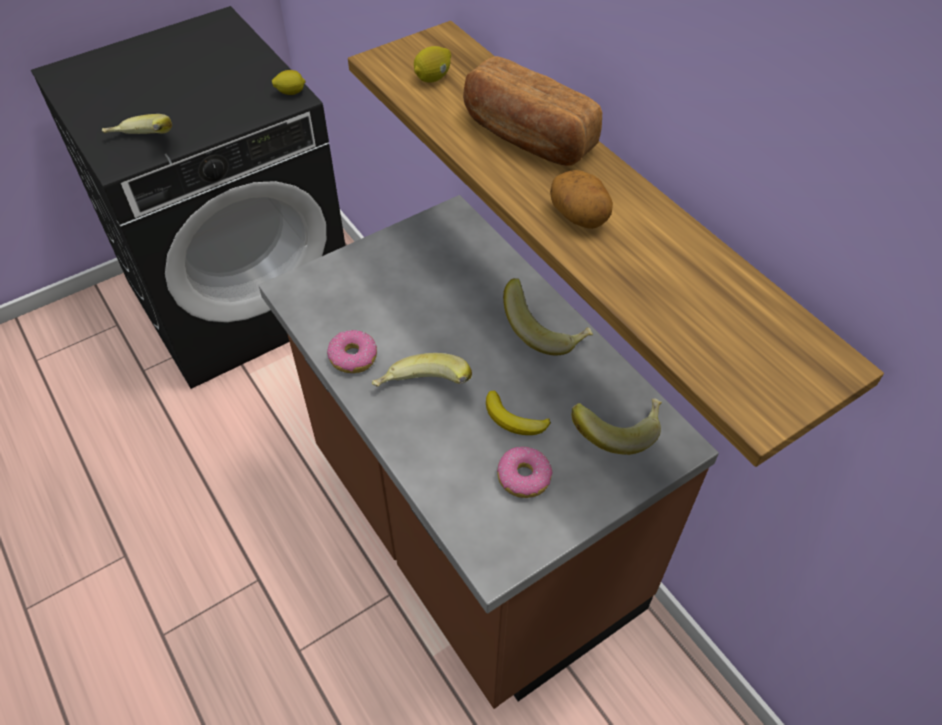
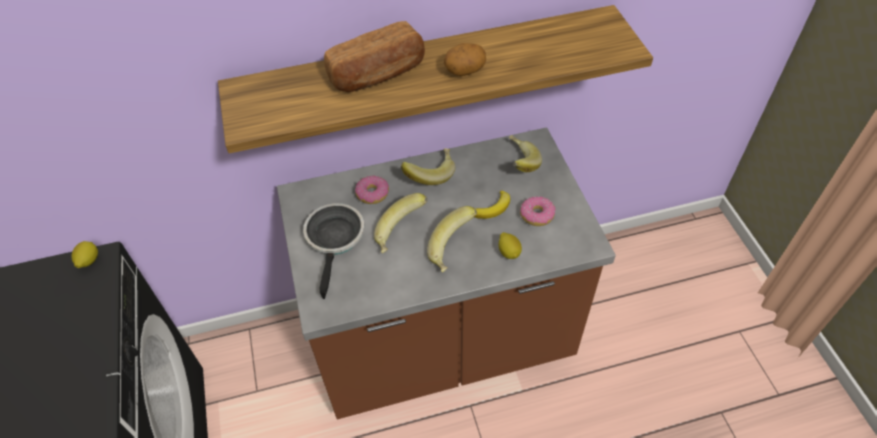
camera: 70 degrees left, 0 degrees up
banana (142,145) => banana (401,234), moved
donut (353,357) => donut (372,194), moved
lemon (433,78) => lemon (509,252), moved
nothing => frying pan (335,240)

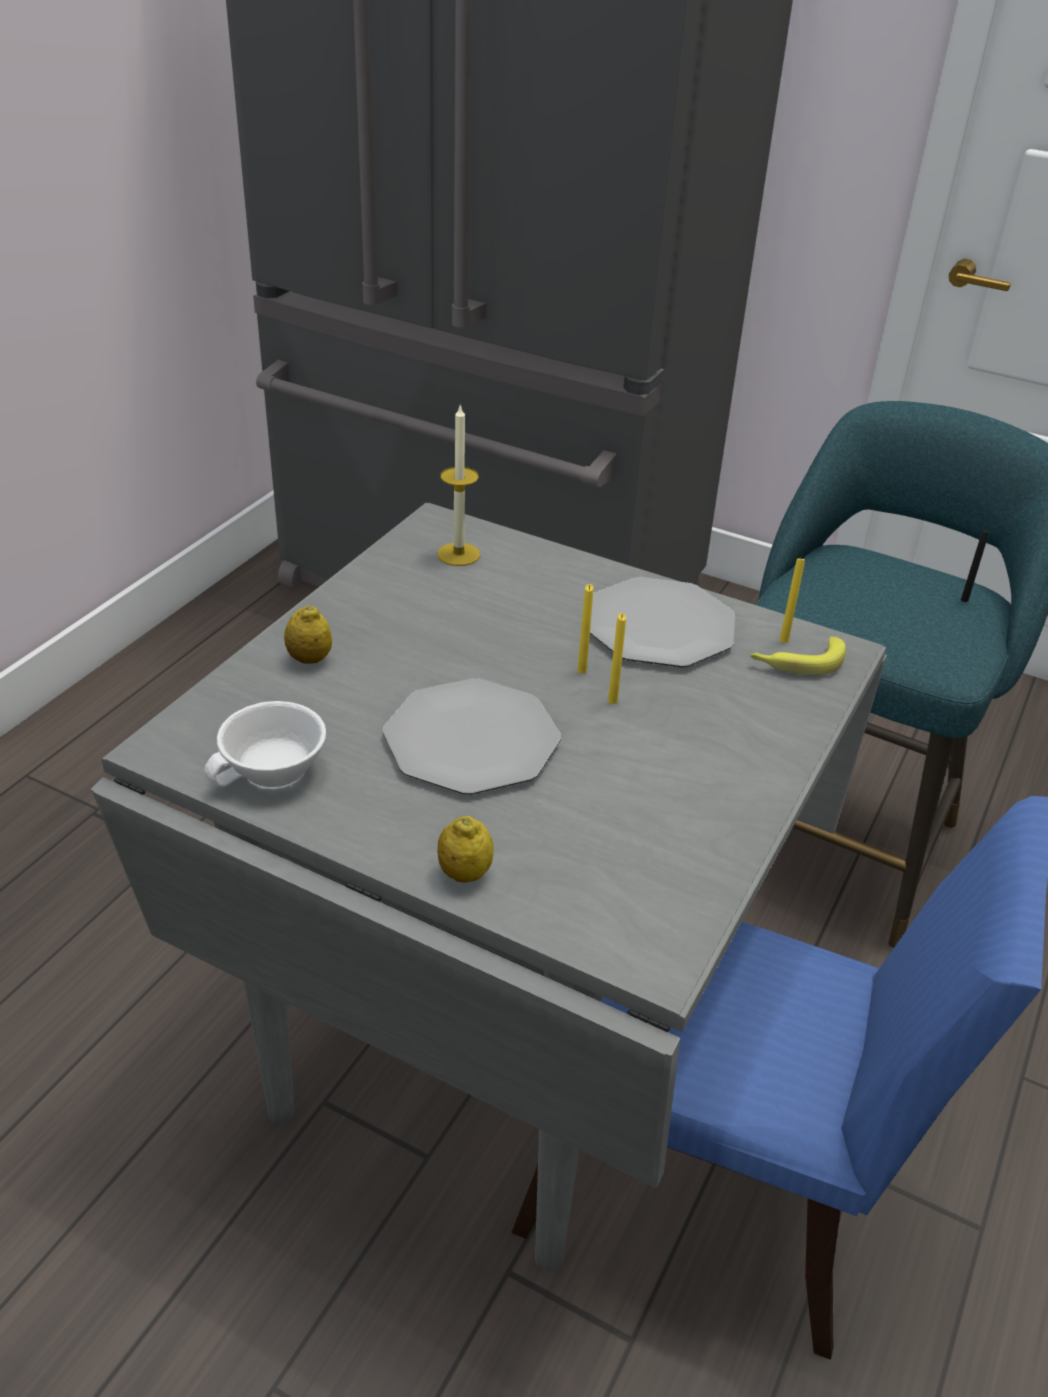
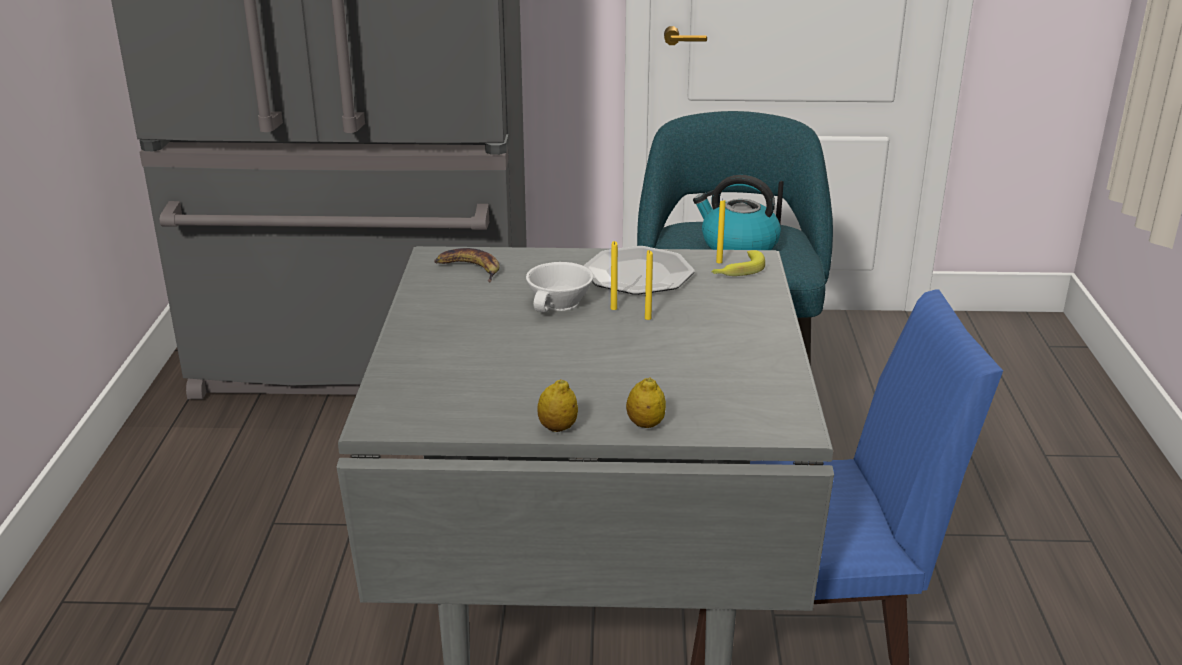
camera: 25 degrees left, 10 degrees down
cup (white) (274,773) => cup (white) (561,303), moved
lemon (309,659) => lemon (557,428), moved
plate (471,739) => nothing
candle (458,554) => banana (469,269)
nothing => kettle (738,246)

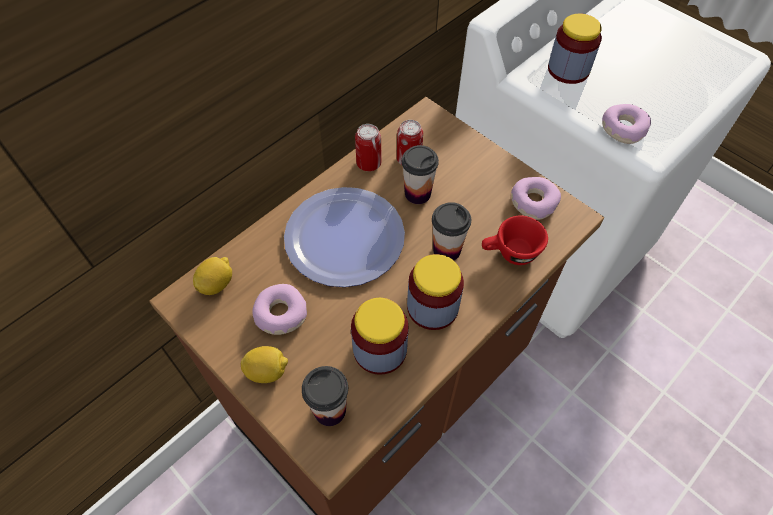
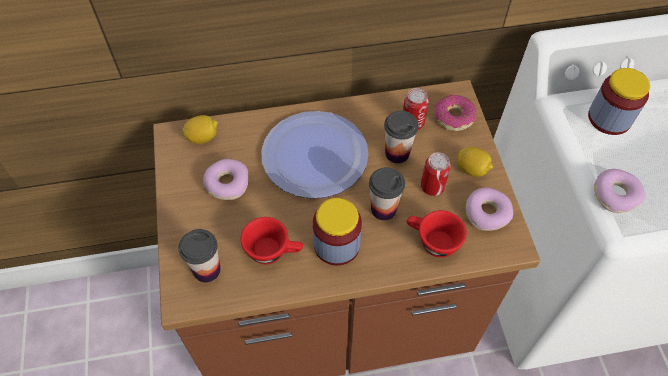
camera: 35 degrees right, 0 degrees up
lemon (267,371) => lemon (472,169), moved
jar (380,349) => cup (red) (274,251)
can (369,163) => can (432,186), moved
nothing => donut (453,117)

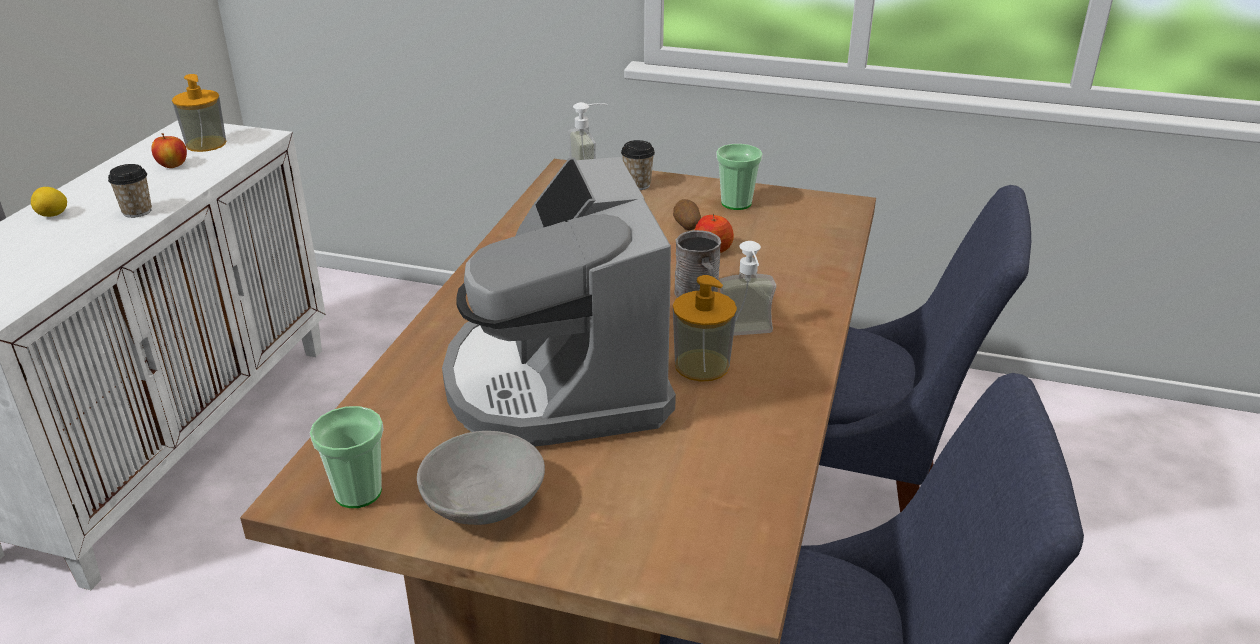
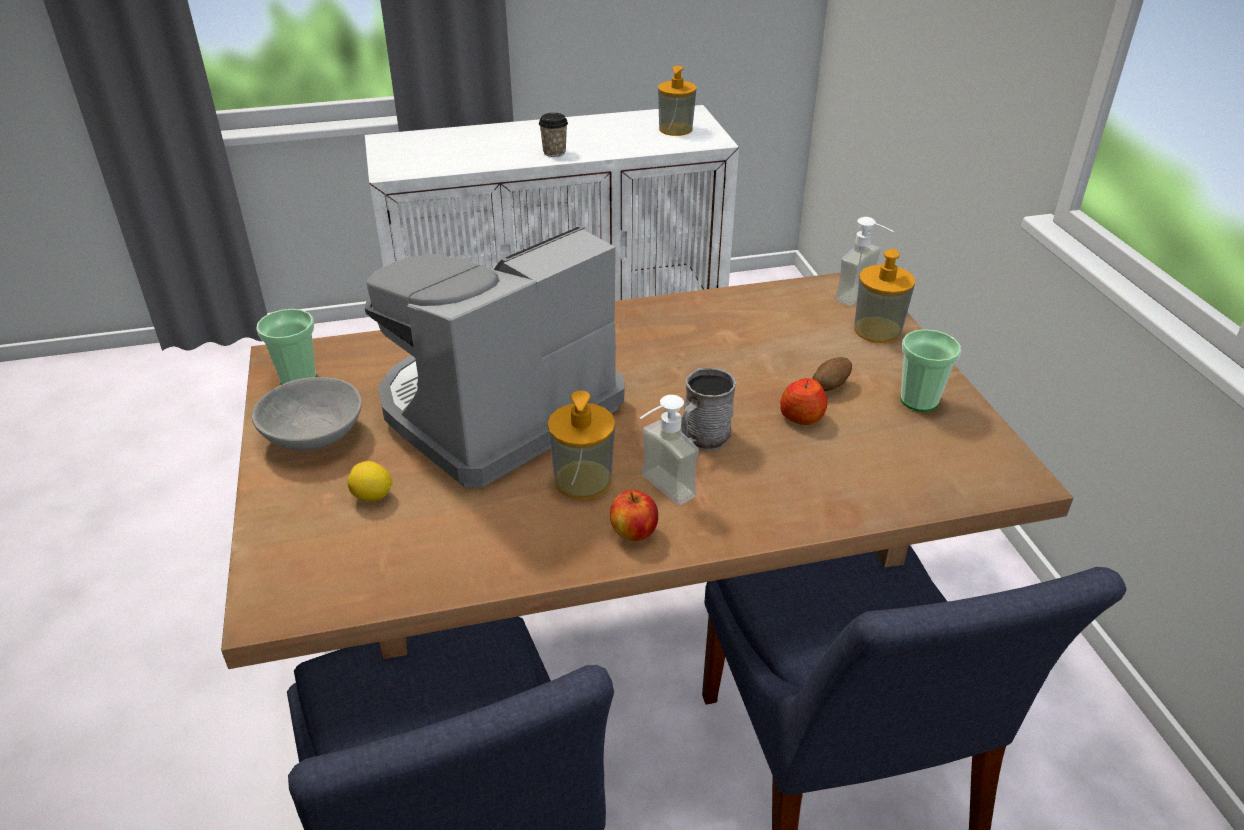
camera: 60 degrees right, 5 degrees up
lemon (53,215) => lemon (372,497), moved
apple (173,165) => apple (634,533), moved
cup (637,185) => soap dispenser (877,330)

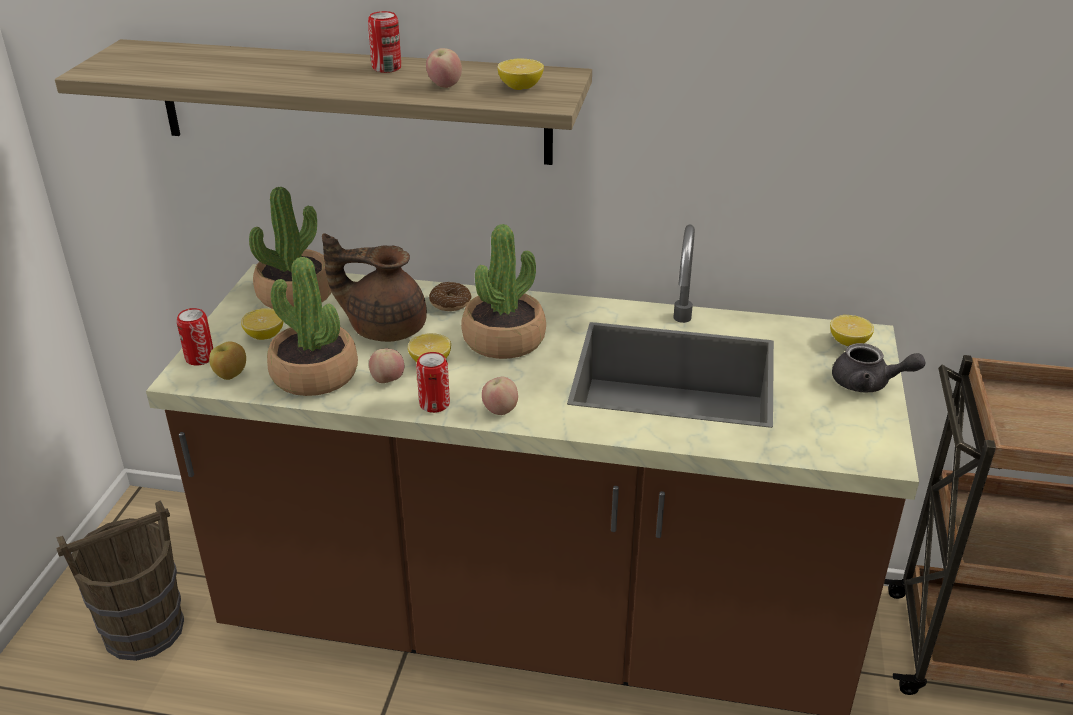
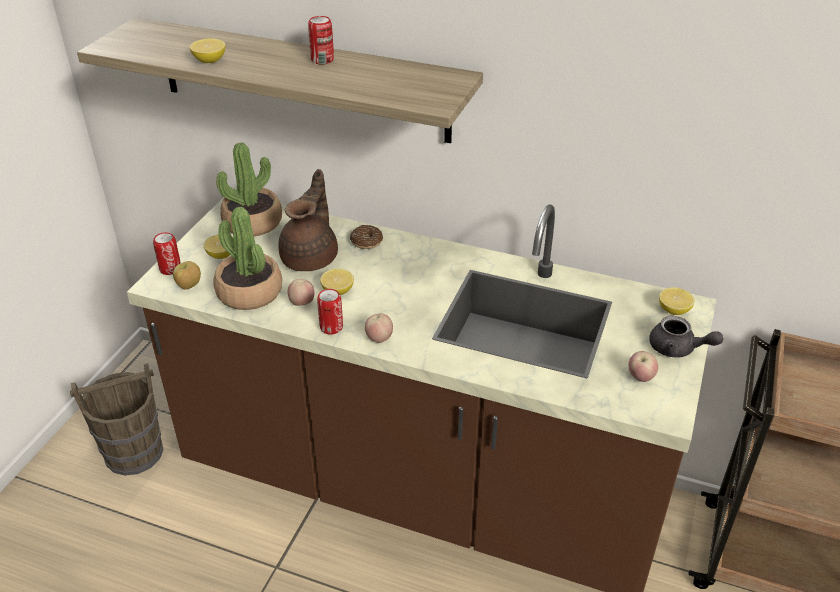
camera: 10 degrees right, 5 degrees up
teapot (brown) (384,327) => teapot (brown) (311,257), 90 degrees clockwise
apple (444,86) => apple (640,377), moved
potted plant (504,340) => nothing
lemon (520,87) => lemon (210,61), moved

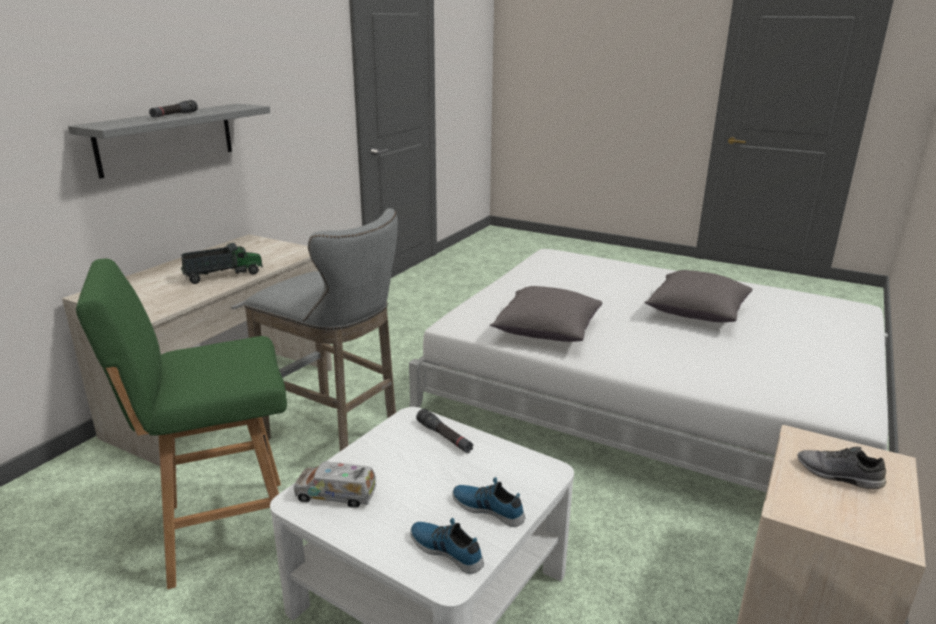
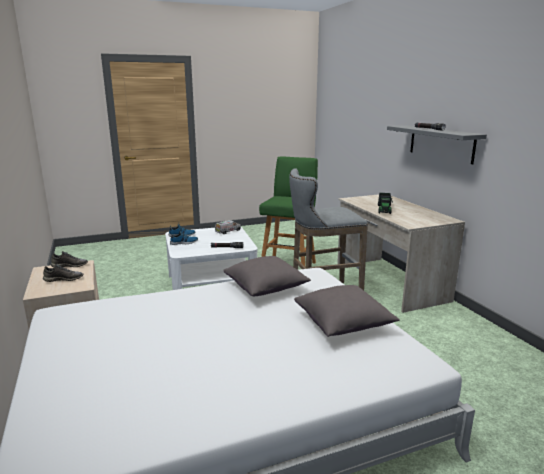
camera: 130 degrees right, 5 degrees down
pillow (grey) (696,313) => pillow (grey) (343,324), moved
nothing => shoe (grey) (70,265)

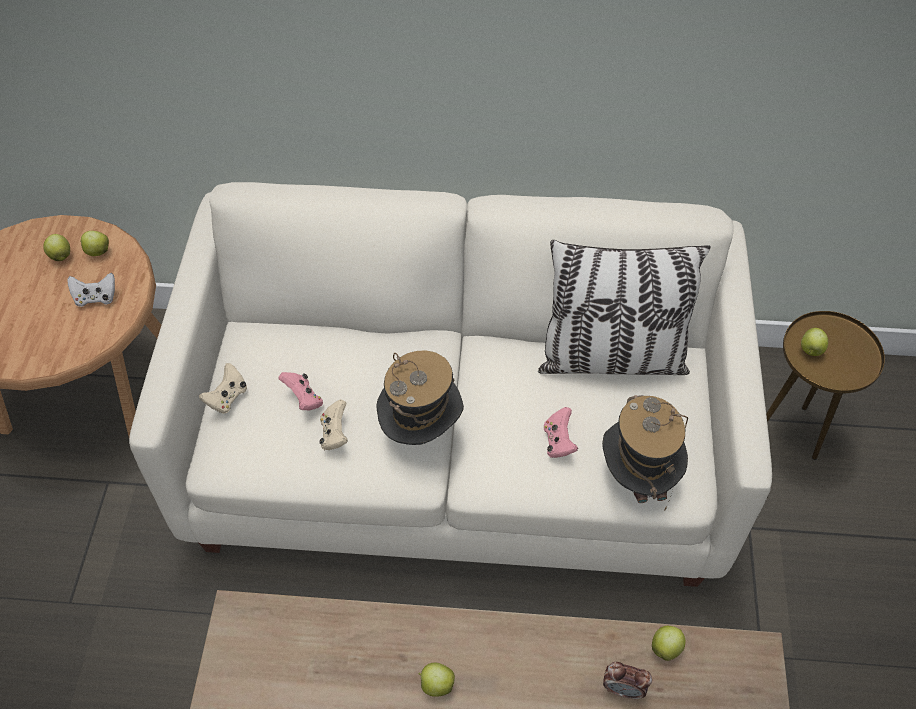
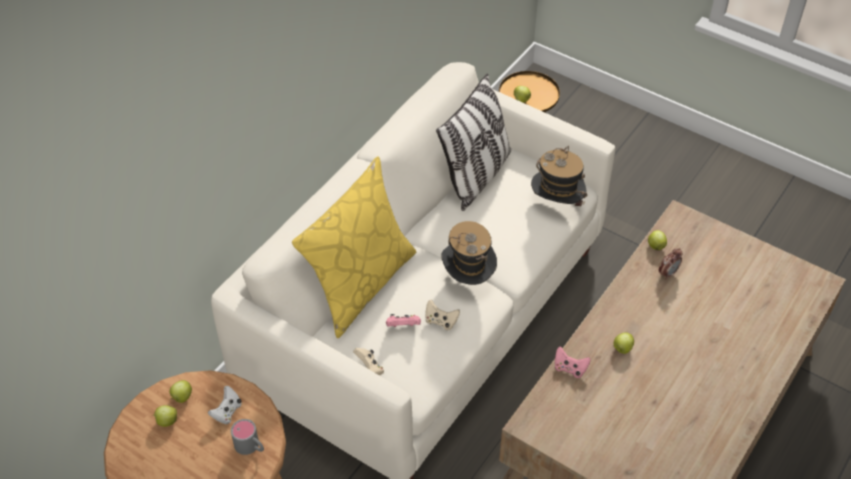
camera: 60 degrees left, 5 degrees down
game controller (pink) (558,442) => game controller (pink) (570,368), moved
nothing => mug (grey) (251,447)
nothing => pillow (yellow) (360,284)

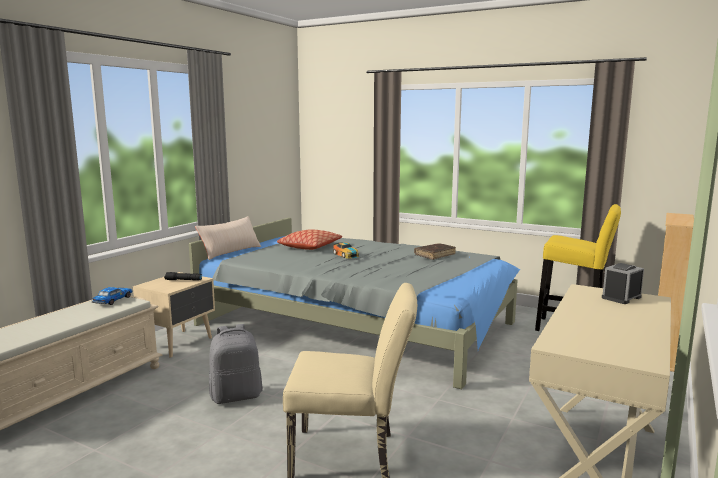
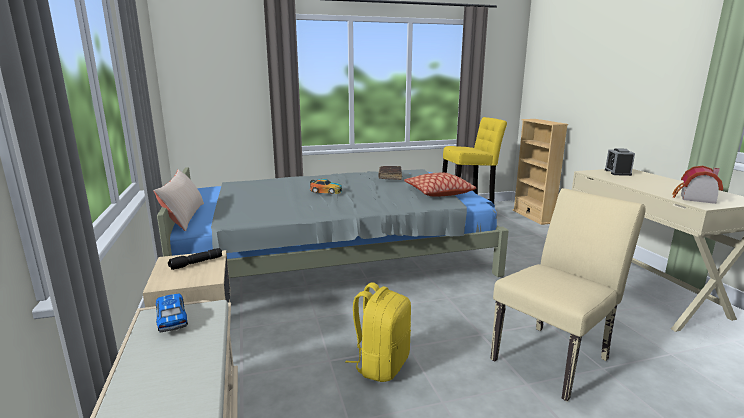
camera: 45 degrees left, 5 degrees up
backpack (grey) (236,396) => backpack (yellow) (381,365)
pillow (310,247) => pillow (438,193), moved
nothing => toy house (694,198)

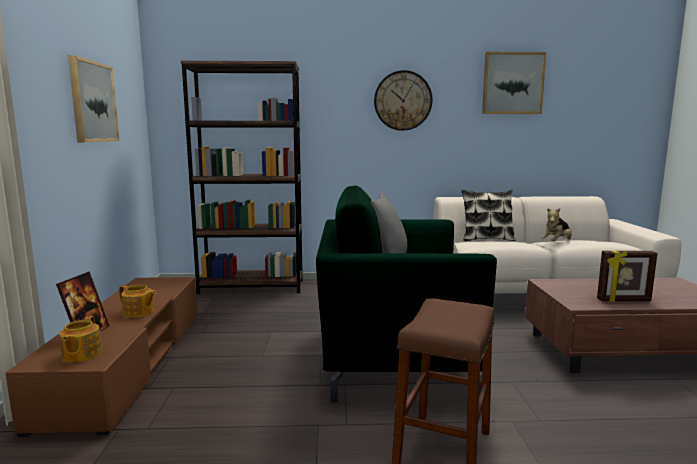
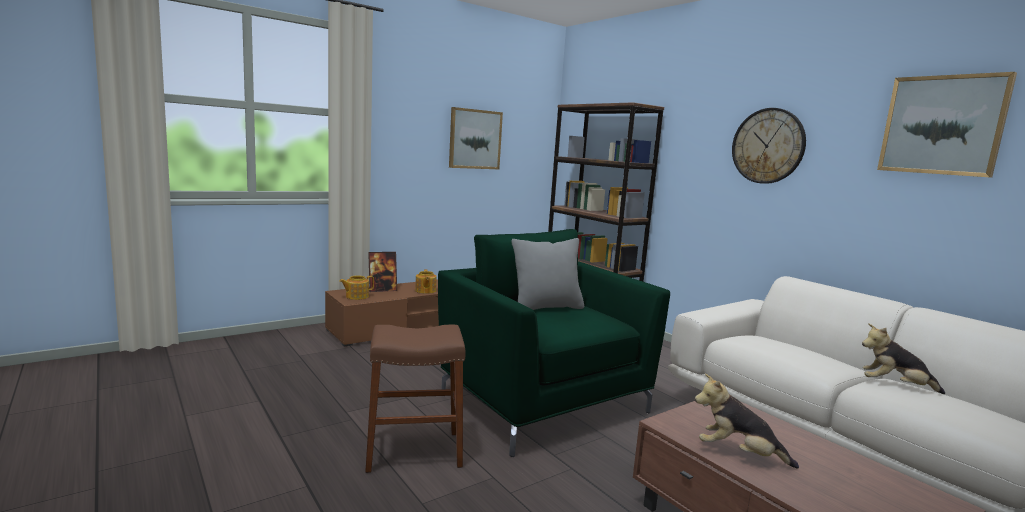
camera: 55 degrees right, 0 degrees up
pillow (486,239) => nothing
picture frame (624,301) => plush toy (738,454)

